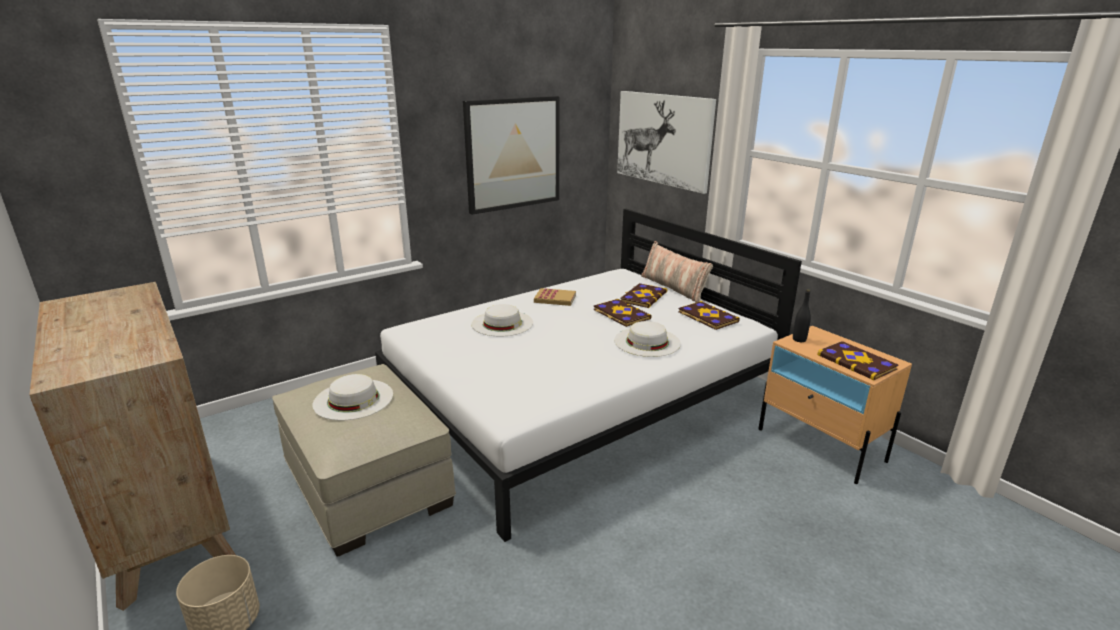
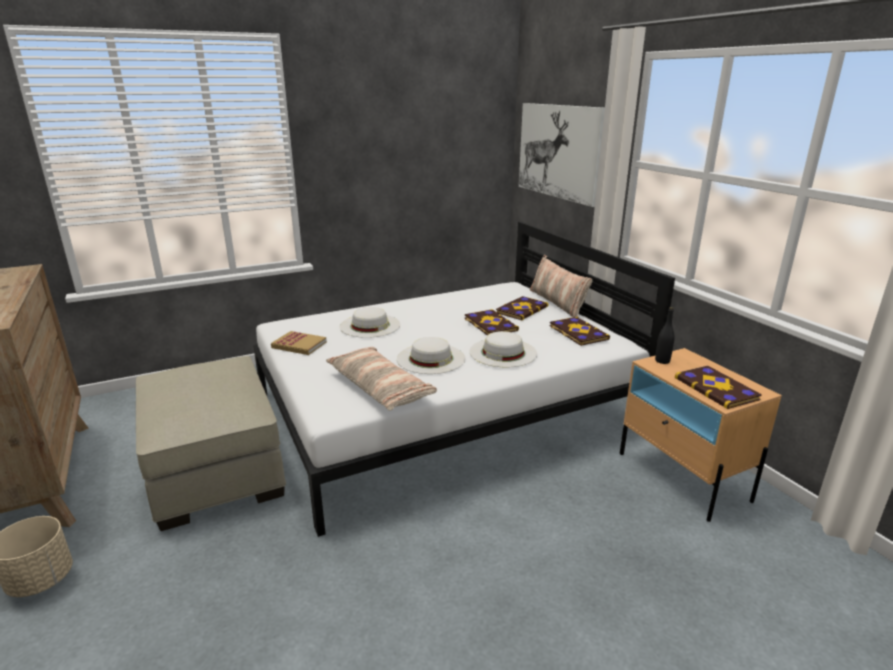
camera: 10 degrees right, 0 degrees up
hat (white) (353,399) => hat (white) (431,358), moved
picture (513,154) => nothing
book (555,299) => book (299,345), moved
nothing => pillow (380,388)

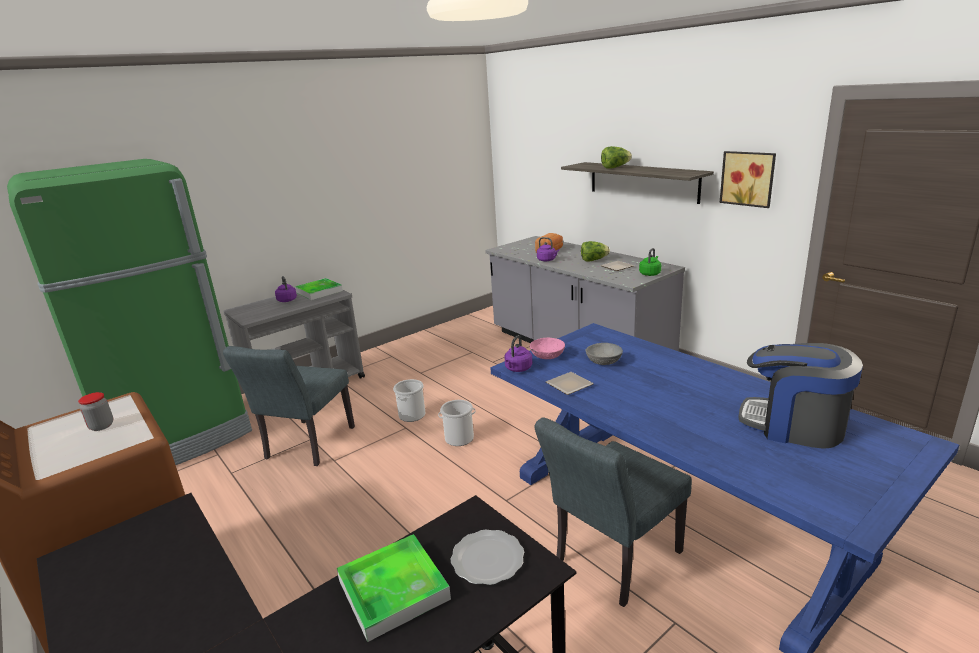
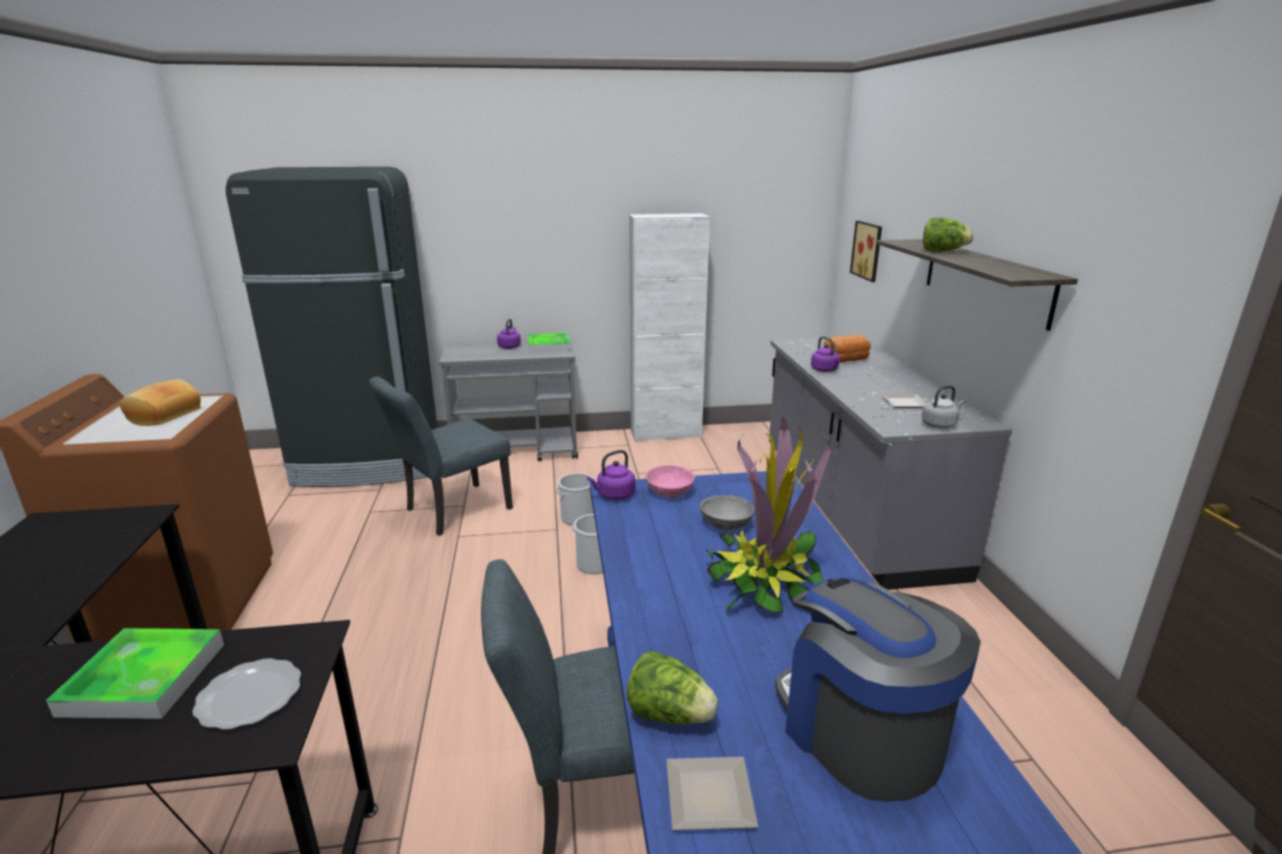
camera: 30 degrees right, 0 degrees up
fridge (green) (179,438) => fridge (black) (369,463)
jar (101,426) => bread (163,415)
plate (569,386) => plate (707,799), moved
lettuce (593,260) => lettuce (669,714), moved
kettle (green) (650,274) => kettle (grey) (940,424)
picture (748,178) => picture (869,250), moved
nothing => cabinet (white) (665,433)
nothing => potted plant (766,582)

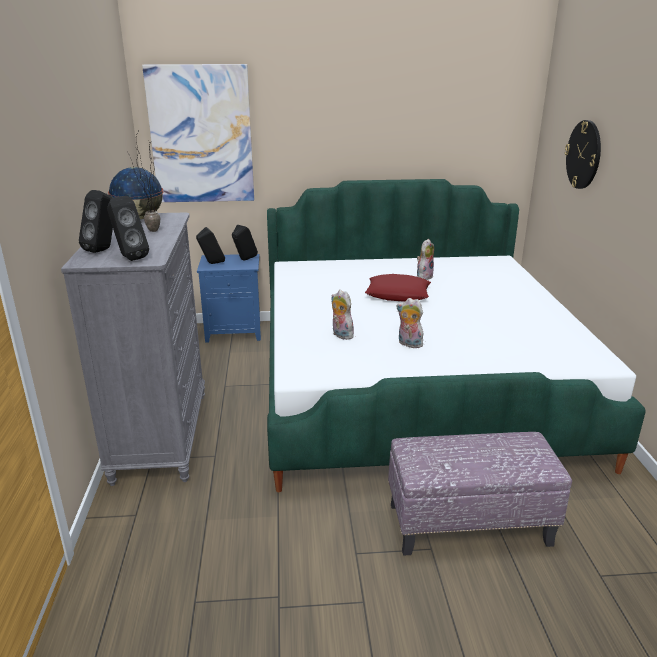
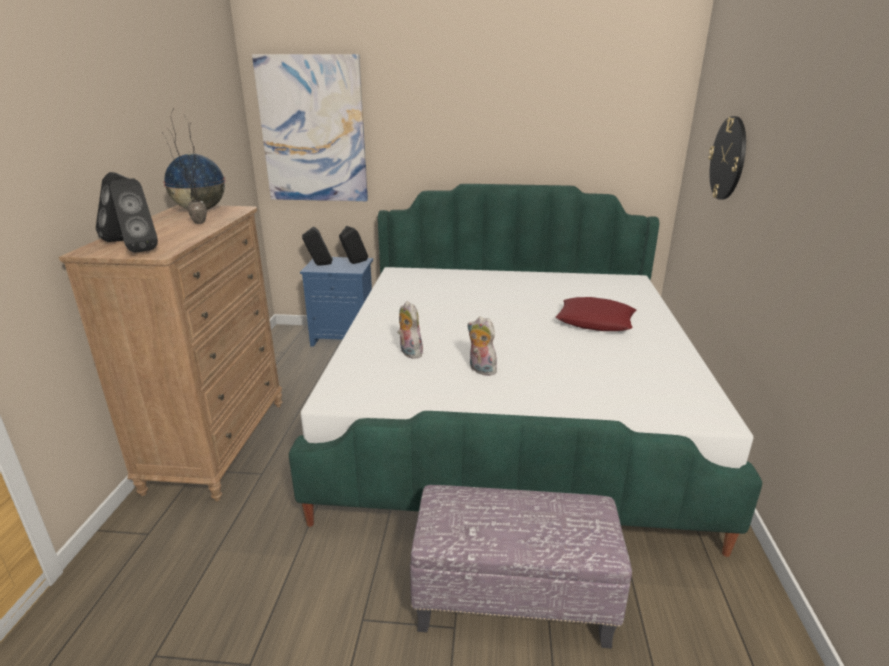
camera: 10 degrees right, 0 degrees up
dresser (grey) (160,436) => dresser (brown) (218,444)
pillow (red) (398,294) => pillow (red) (595,321), moved
plush toy (424,276) => nothing

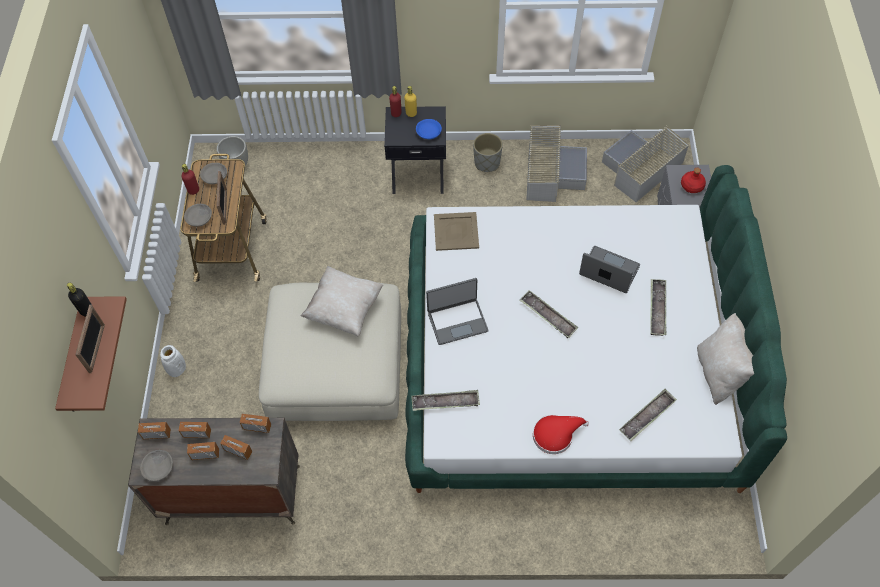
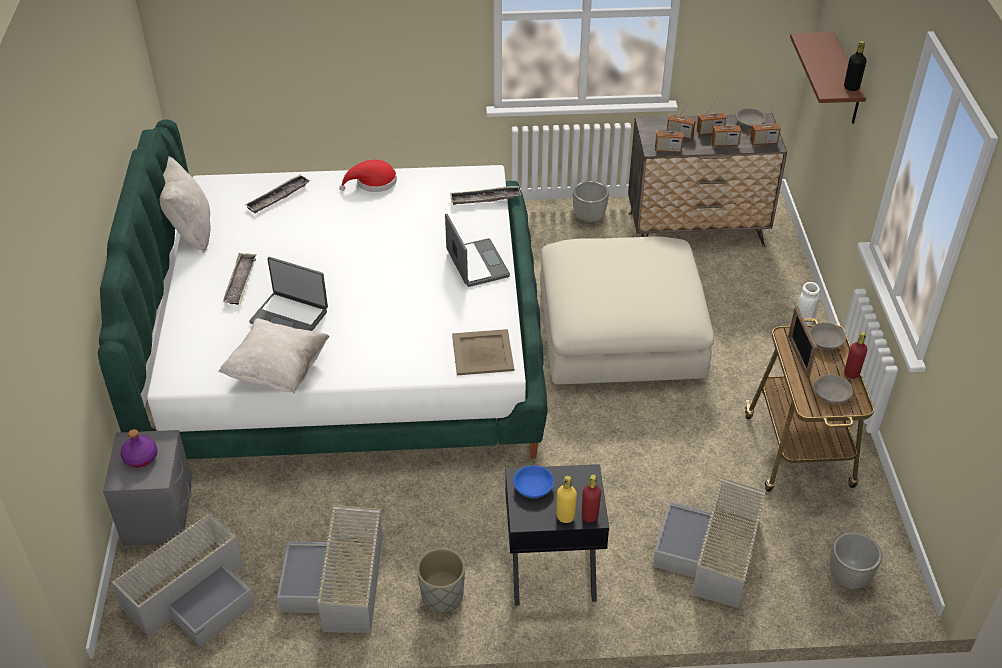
camera: 175 degrees right, 15 degrees down
picture frame (97,348) => nothing
pillow (beige) (344,309) => pillow (beige) (277,371), moved
laptop (457,321) => laptop (476,264), 90 degrees clockwise
tray (548,316) => nothing
bottle (red) (692,186) => bottle (purple) (140,457)
nothing => planter (grey) (589,218)
nothing => storage box (grey) (711,554)

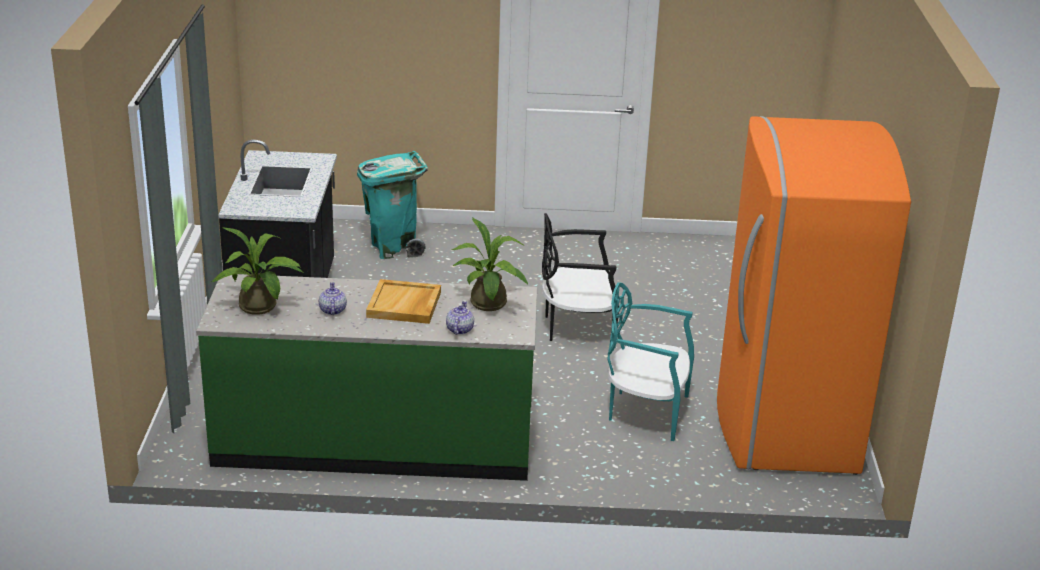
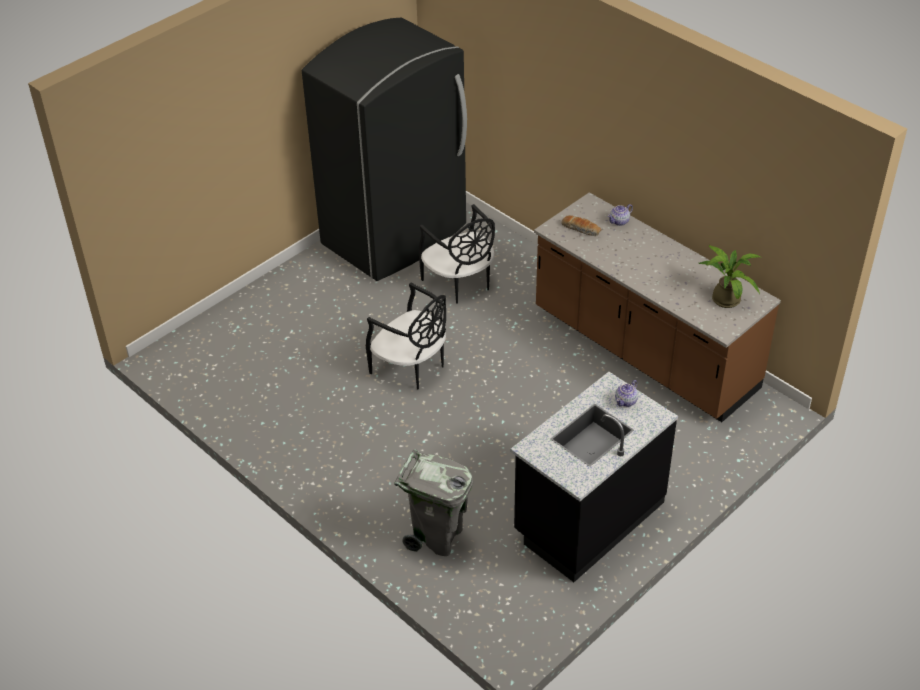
camera: 135 degrees left, 15 degrees up
counter (green) (374,441) => counter (brown) (644,350)
teapot (332,310) => teapot (626,401), moved
trash can (turquoise) (393,248) => trash can (grey) (437,536)
tray (beige) (404,305) => nothing
potted plant (489,306) => bread (581,229)
chair (turquoise) (646,411) => chair (black) (460,283)
fridge (orange) (784,422) => fridge (black) (396,236)

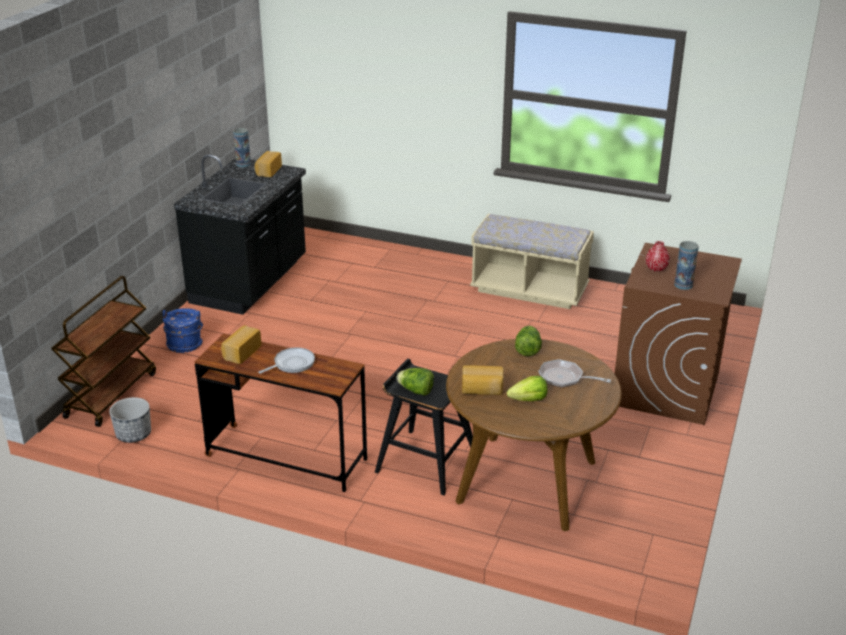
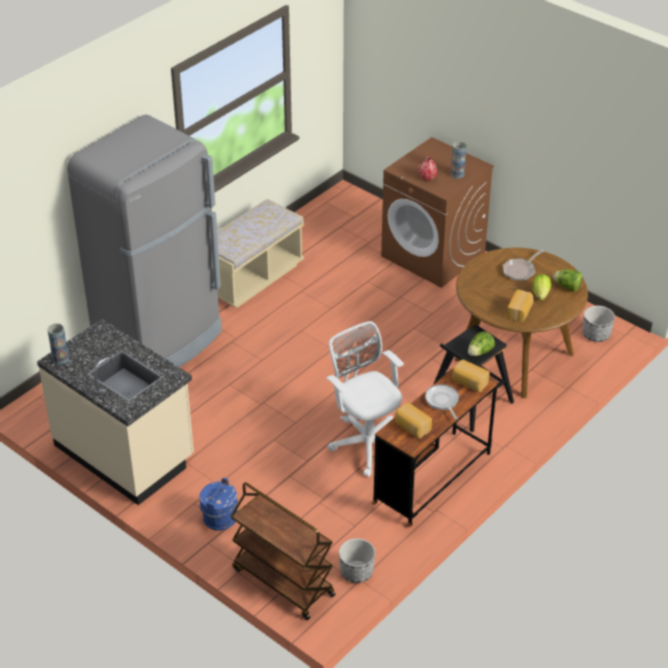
camera: 70 degrees left, 10 degrees up
counter (black) (250,283) => counter (beige) (125,452)
bread (268,171) => bread (469,383), moved
lettuce (527,350) => lettuce (567,287), moved
nothing => fridge (grey) (160,341)
nothing => office chair (white) (366,442)
nothing => planter (596,335)

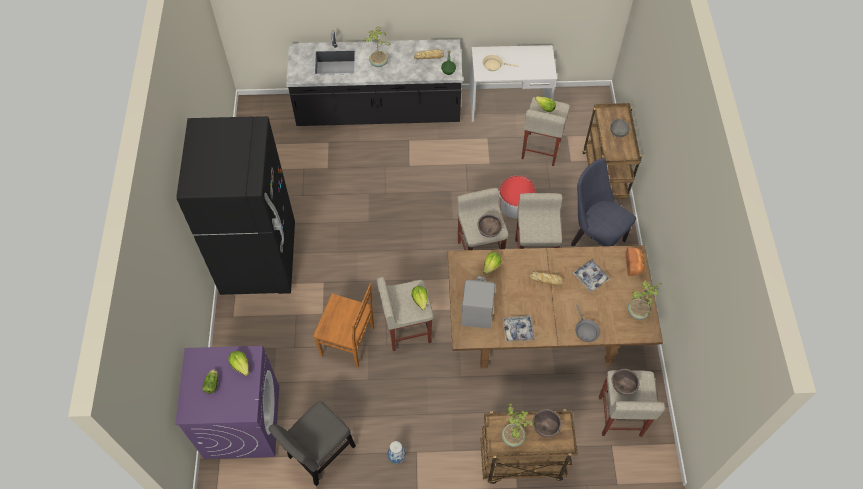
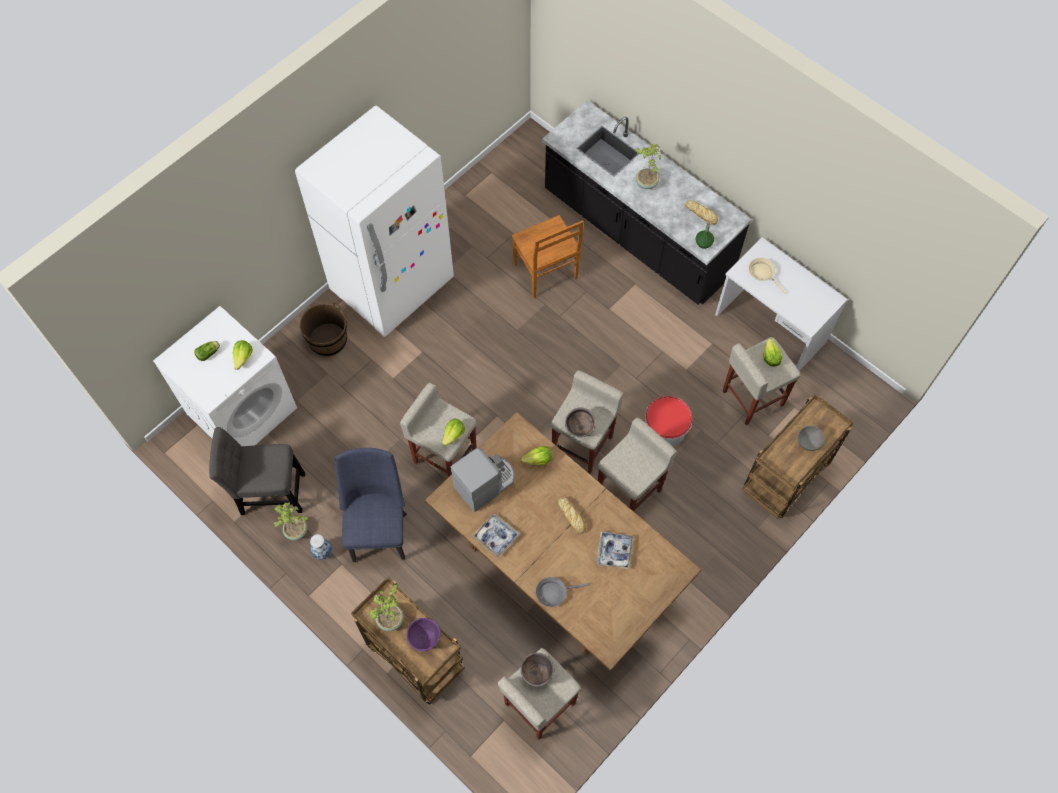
camera: 45 degrees right, 5 degrees up
washing machine (purple) (242,421) => washing machine (white) (242,410)
fridge (black) (259,259) => fridge (white) (392,285)
chair (brown) (349,342) => chair (brown) (546,273), moved
bowl (brown) (545,428) => bowl (purple) (424,639)
chair (blue) (594,239) => chair (blue) (379,531), moved
frying pan (grey) (585,330) => frying pan (grey) (554,592), 45 degrees clockwise
bread (634,265) => nothing
potted plant (638,312) => potted plant (296,531), moved
nothing => bucket (brown) (328,340)

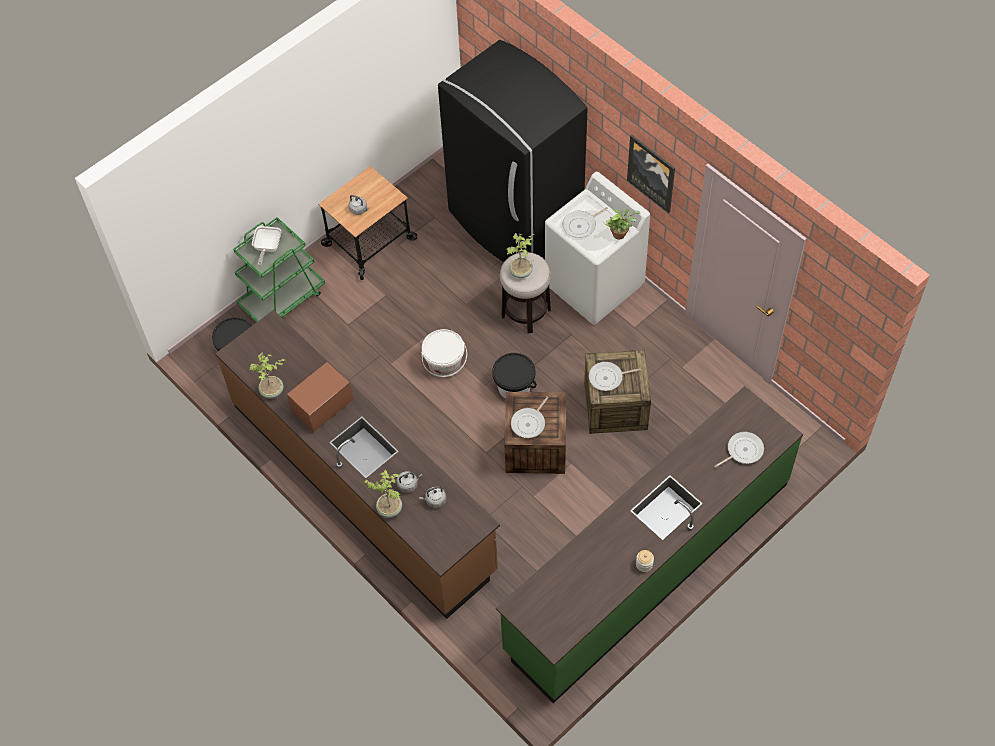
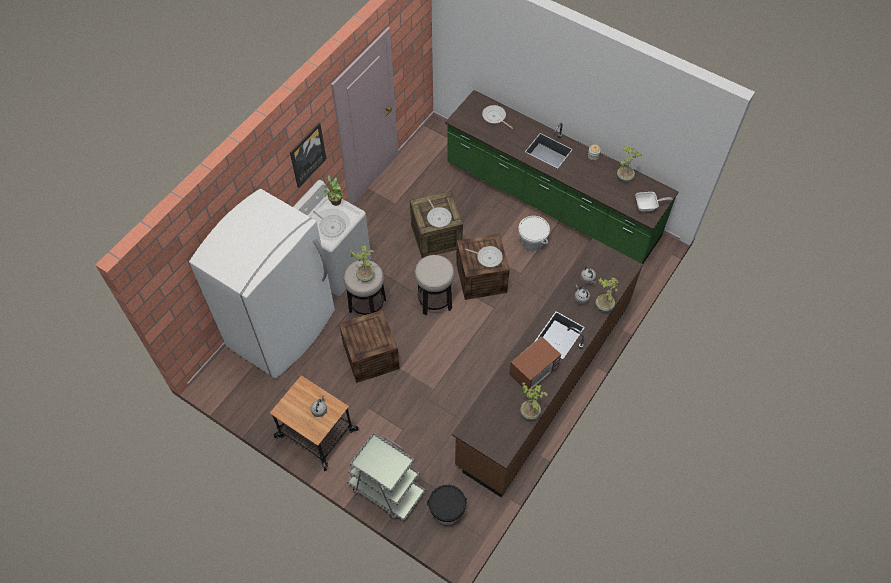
camera: 105 degrees left, 0 degrees up
cart (green) (283,298) => cart (grey) (386,489)
frying pan (267,248) => frying pan (647,206), moved
microwave (322,407) => microwave (533,371), 75 degrees counterclockwise
bucket (white) (444,363) => bucket (white) (532,241), moved
fridge (black) (514,224) => fridge (white) (283,329)
bucket (black) (514,387) => stool (435,300)
nothing => crate (371,356)
nothing => potted plant (624,177)

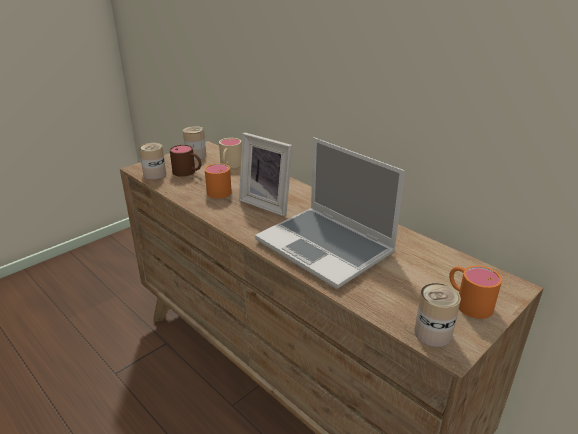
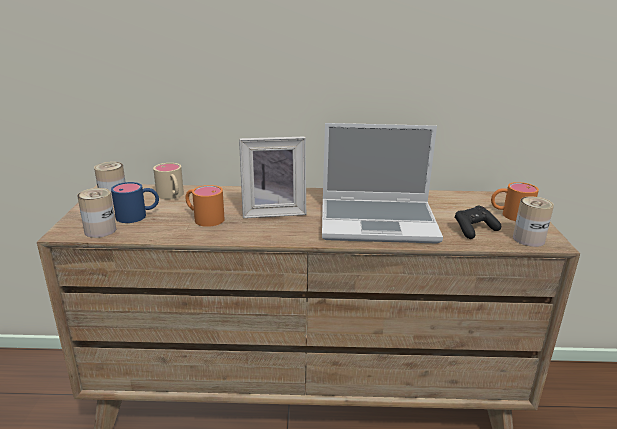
camera: 45 degrees left, 5 degrees down
mug (brown) (188,172) => mug (blue) (138,215)
nothing => game controller (black) (474,230)

